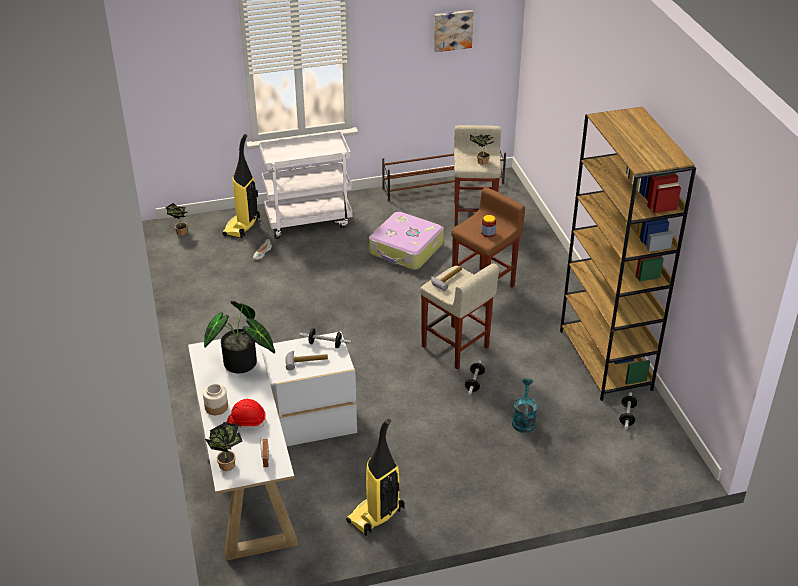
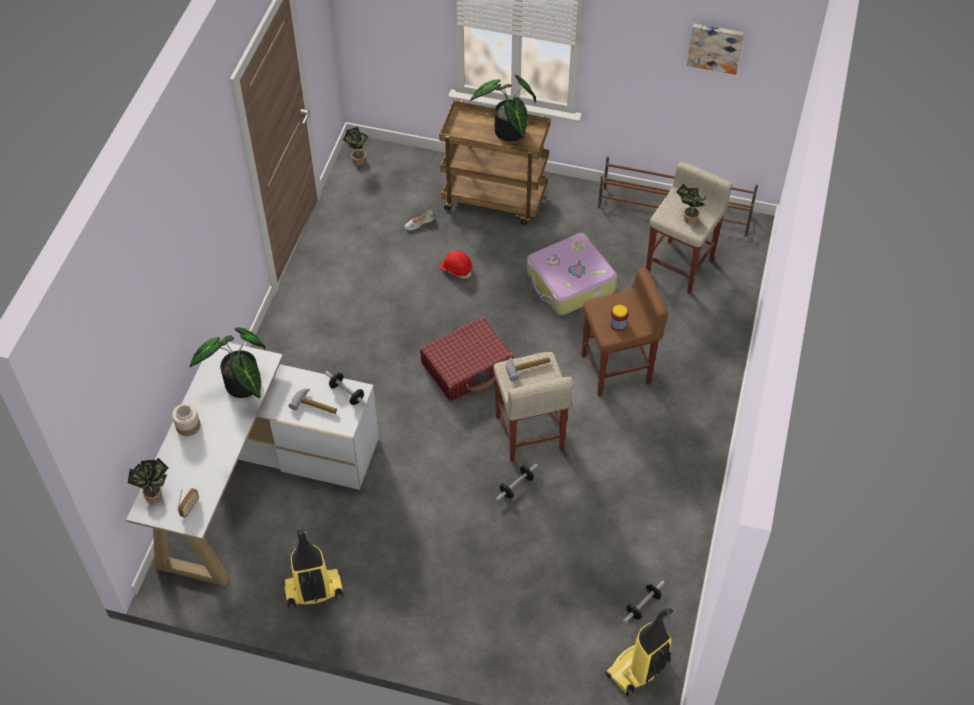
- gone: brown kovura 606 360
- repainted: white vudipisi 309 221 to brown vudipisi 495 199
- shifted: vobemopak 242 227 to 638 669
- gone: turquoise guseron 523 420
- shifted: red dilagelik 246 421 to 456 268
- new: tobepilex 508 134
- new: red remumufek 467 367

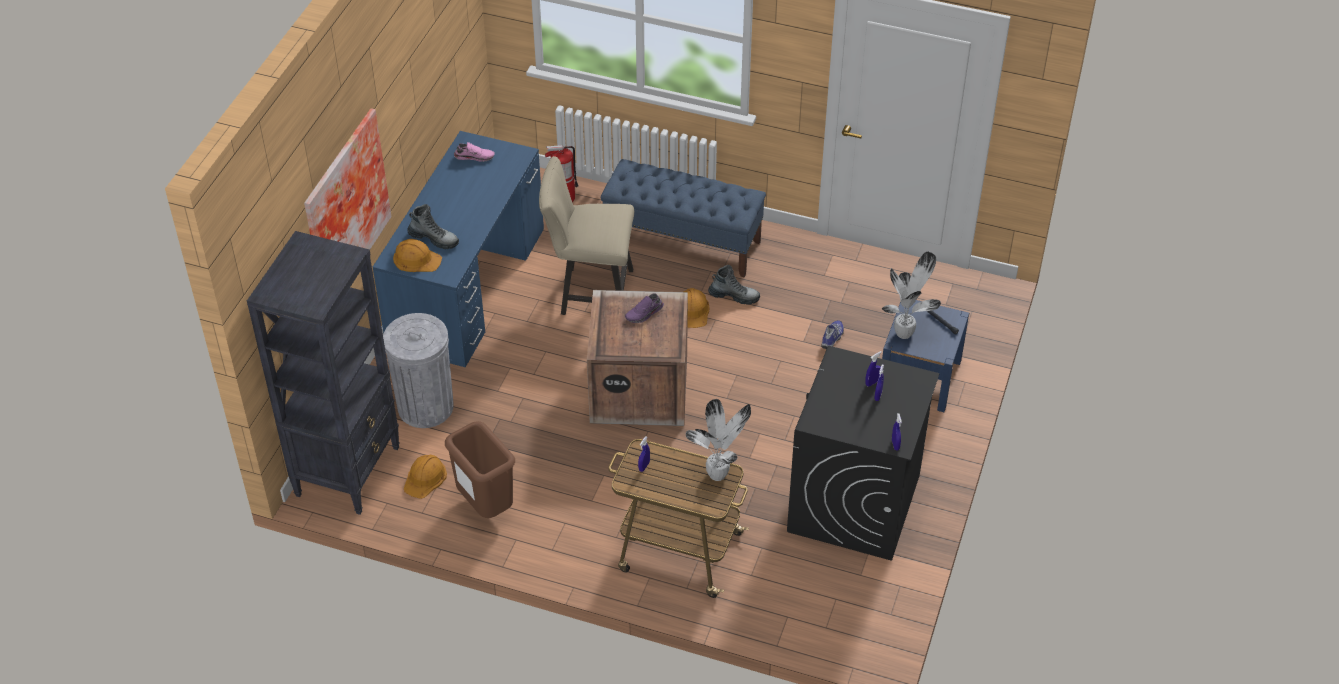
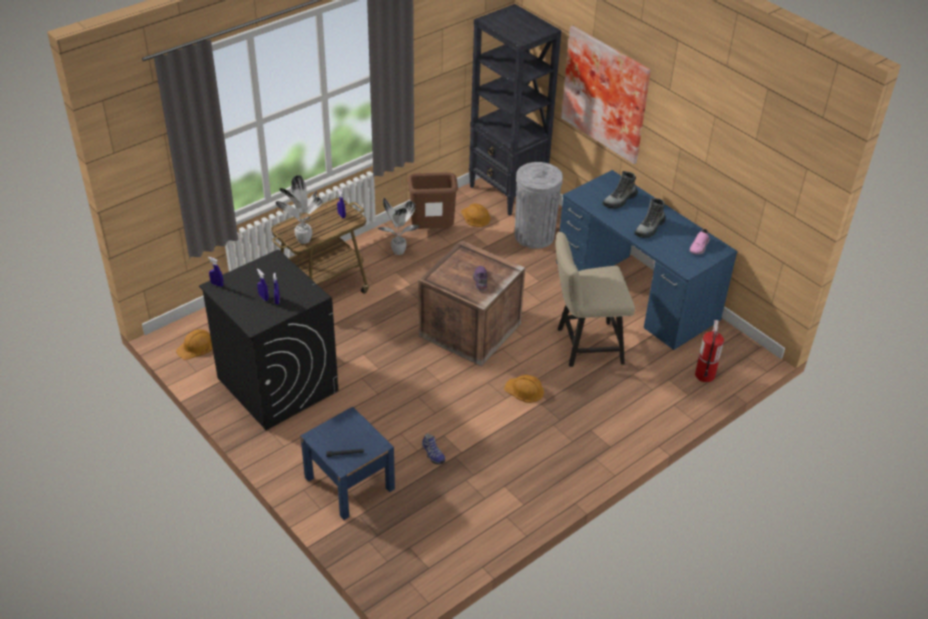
- rotated: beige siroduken 590 293 = 584 345 135 degrees counterclockwise
- gone: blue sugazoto 683 242
- shifted: orange dilagelik 416 259 to 196 347
- shifted: tobepilex 905 333 to 398 252
- shifted: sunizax 734 296 to 649 228

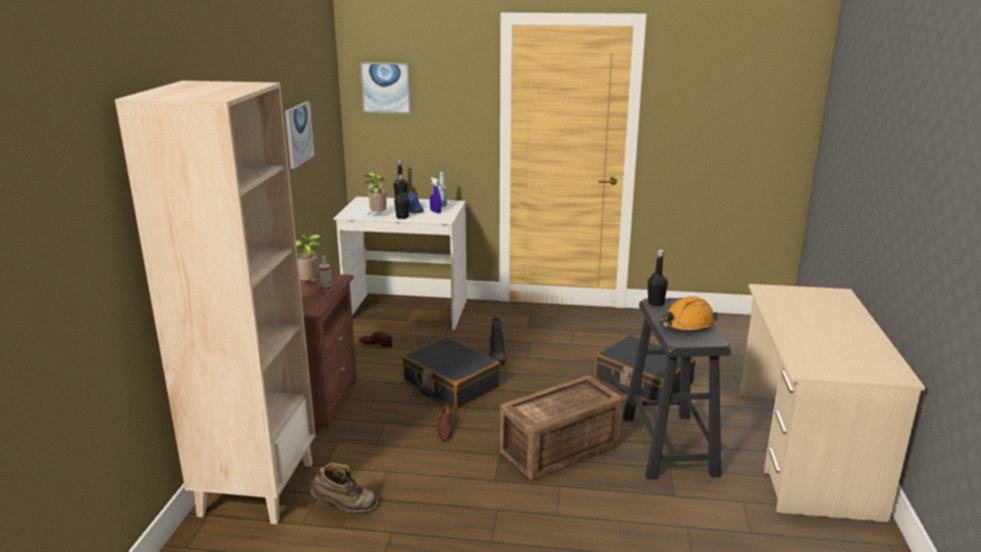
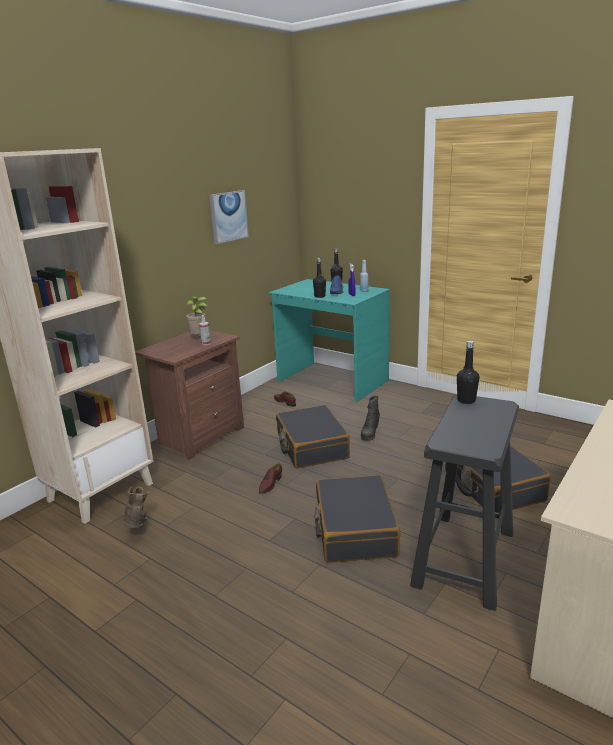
- gone: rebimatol 386 87
- gone: tobepilex 377 215
- repainted: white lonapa 406 312 to turquoise lonapa 331 381
- gone: orange dilagelik 686 325
- swapped: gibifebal 563 449 to black remumufek 354 530
- rotated: brown sunizax 345 509 = 138 527 135 degrees counterclockwise

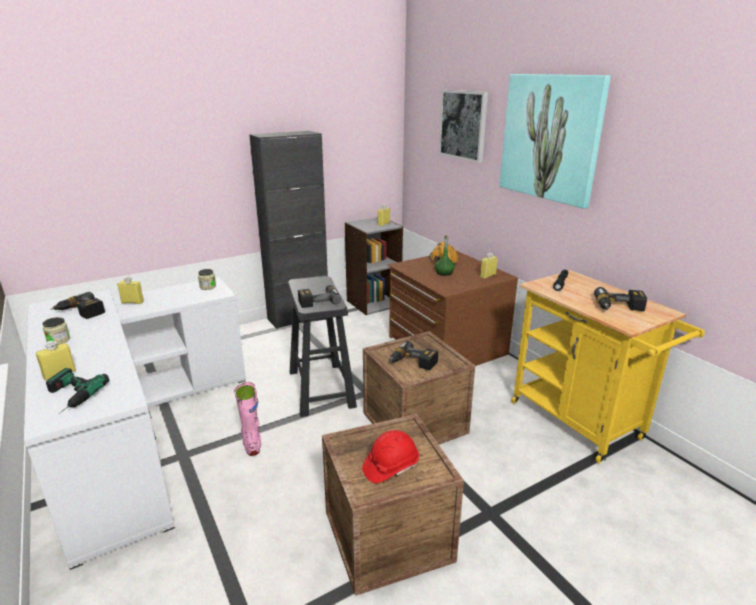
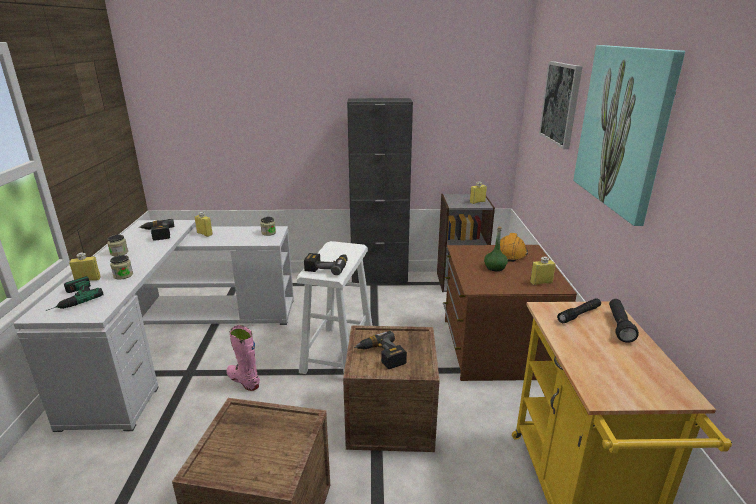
- repainted: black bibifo 321 389 to white bibifo 338 353
- gone: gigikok 619 308
- rotated: pink sunizax 251 441 = 243 381 60 degrees counterclockwise
- gone: red dilagelik 390 467
- new: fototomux 123 275
- new: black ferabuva 619 326

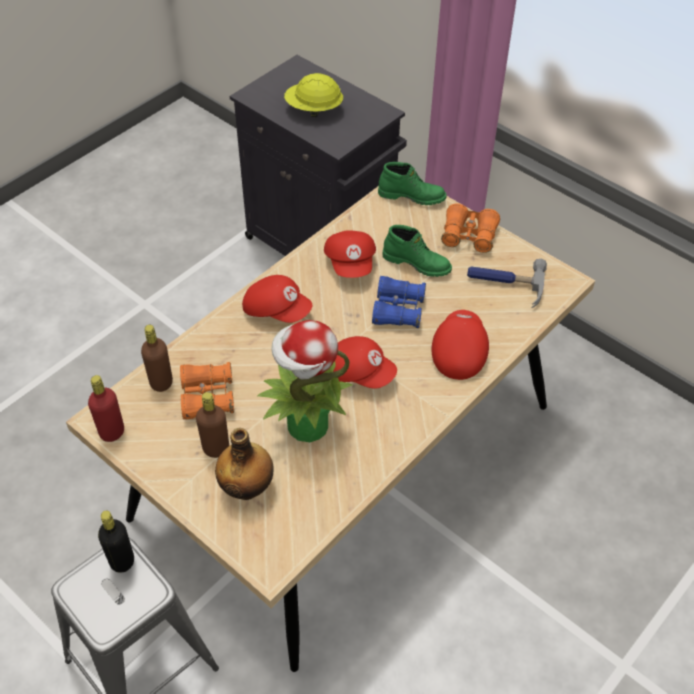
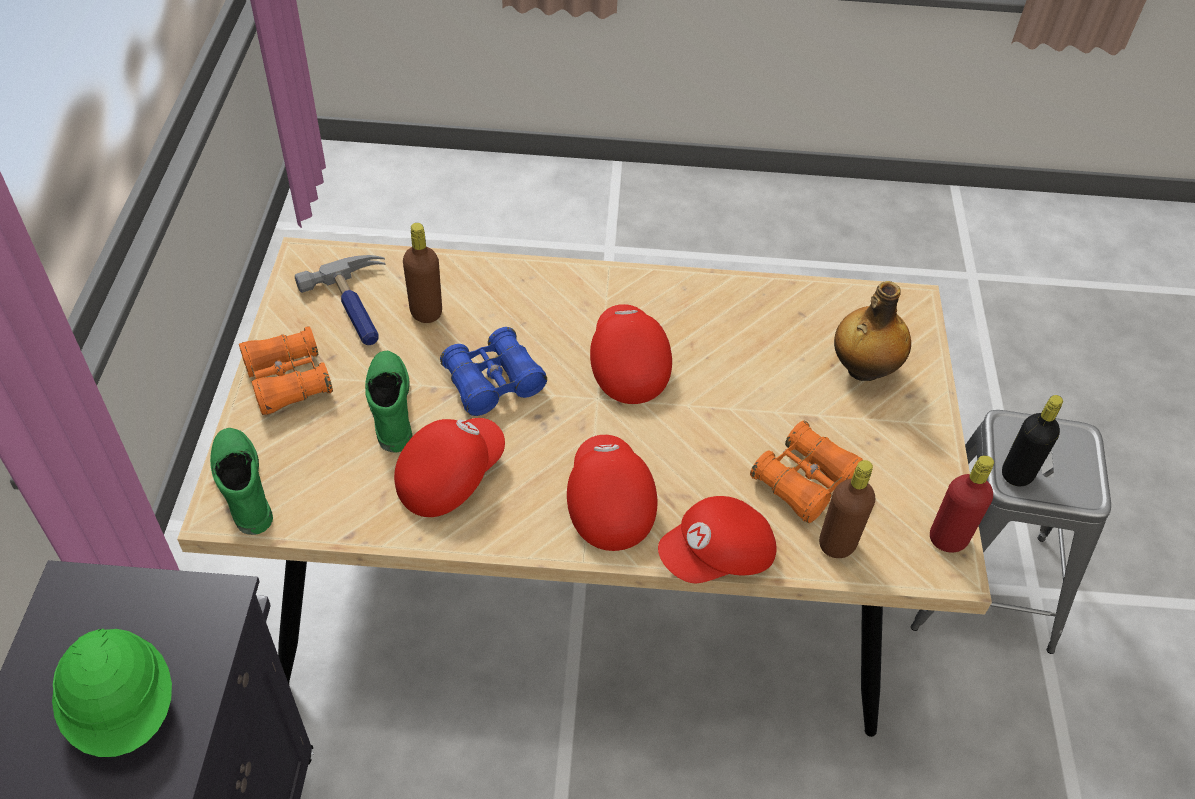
- repainted: yellow dilagelik 314 109 to green dilagelik 123 708
- shifted: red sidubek 458 352 to 717 557
- gone: tobepilex 306 426
- shifted: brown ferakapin 216 448 to 426 312

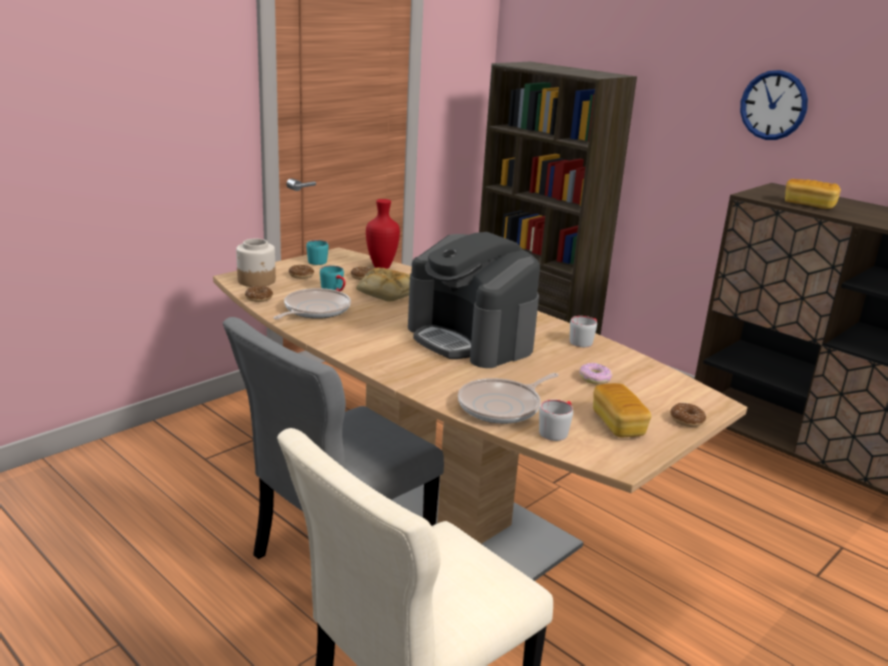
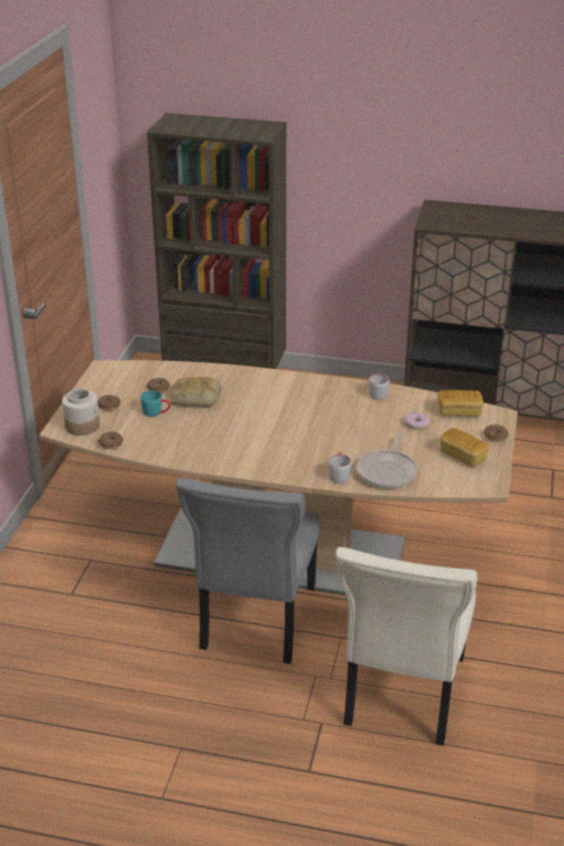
- gone: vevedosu 773 105
- shifted: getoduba 809 205 to 458 412
- gone: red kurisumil 380 267
- gone: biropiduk 471 339
- gone: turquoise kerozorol 316 260
- gone: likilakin 314 310
- shifted: grey kerozorol 556 430 to 339 474

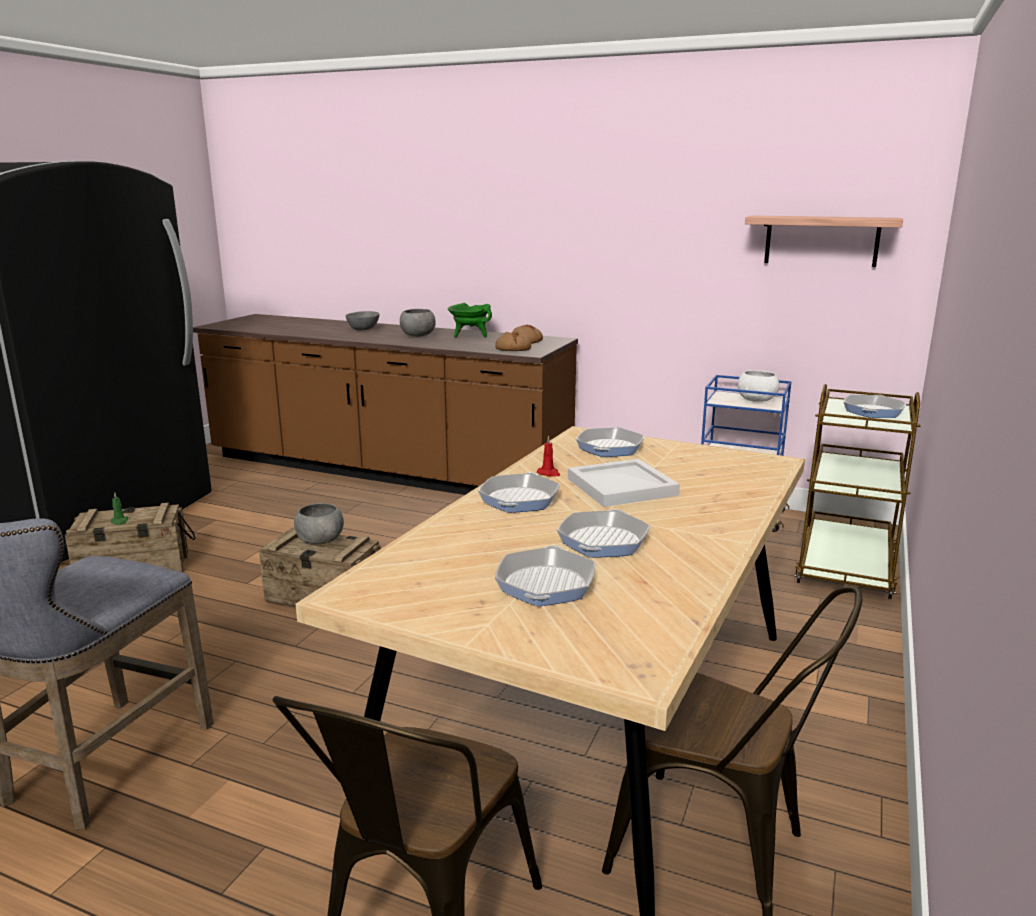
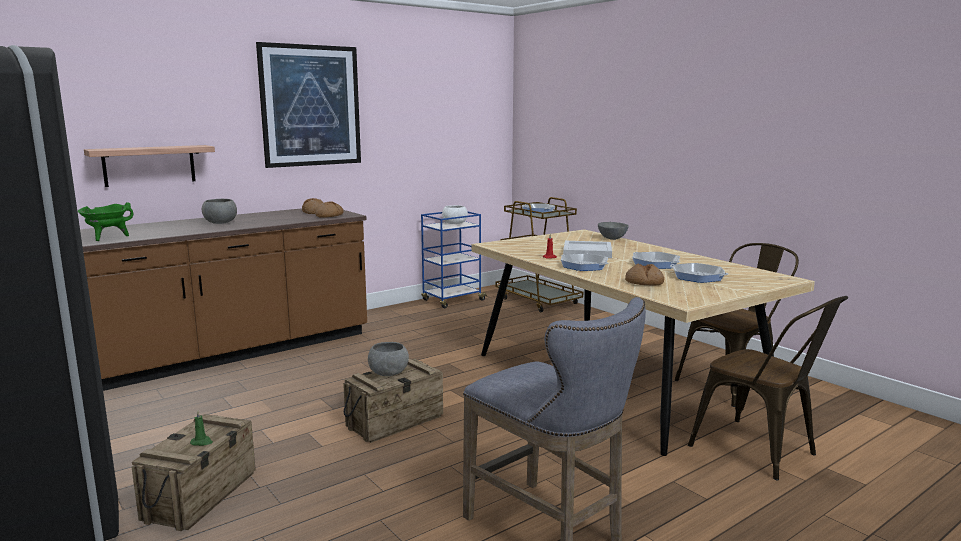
- shifted: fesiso 821 240 to 149 165
- shifted: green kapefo 470 336 to 107 238
- shifted: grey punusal 364 329 to 612 238
- gone: likilakin 610 448
- new: rebimatol 311 106
- new: getoduba 644 282

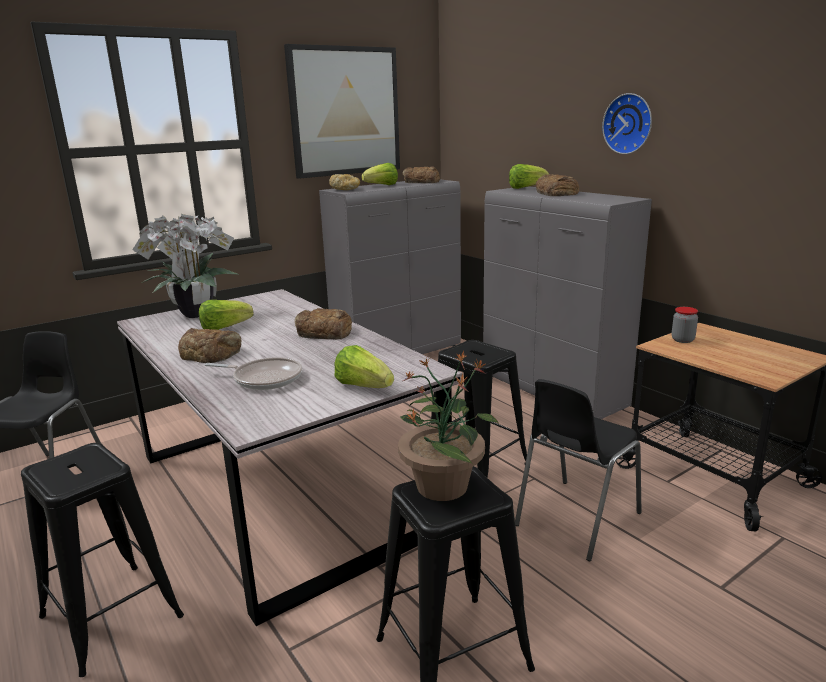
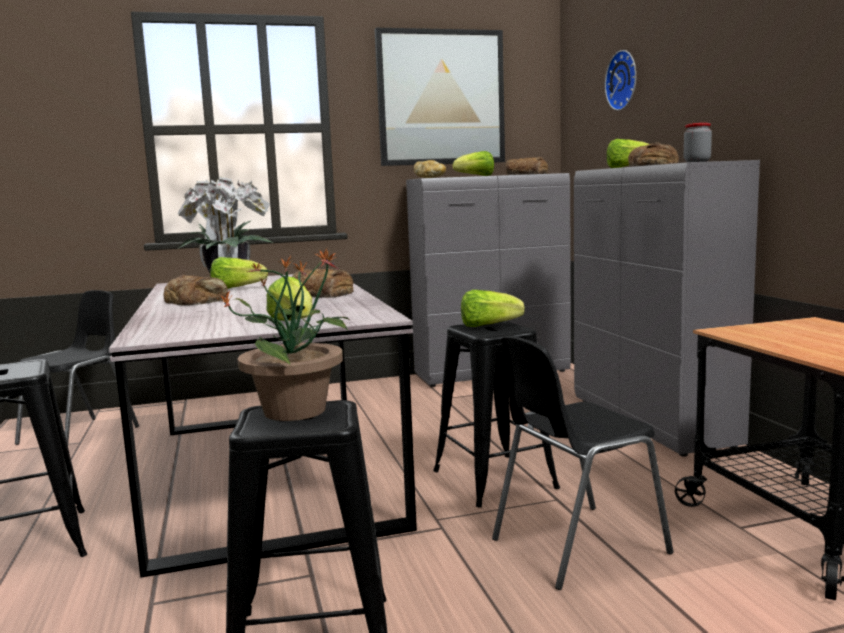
- shifted: vevedosu 629 124 to 624 80
- shifted: fototomux 682 340 to 697 162
- gone: likilakin 264 378
- new: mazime 488 326

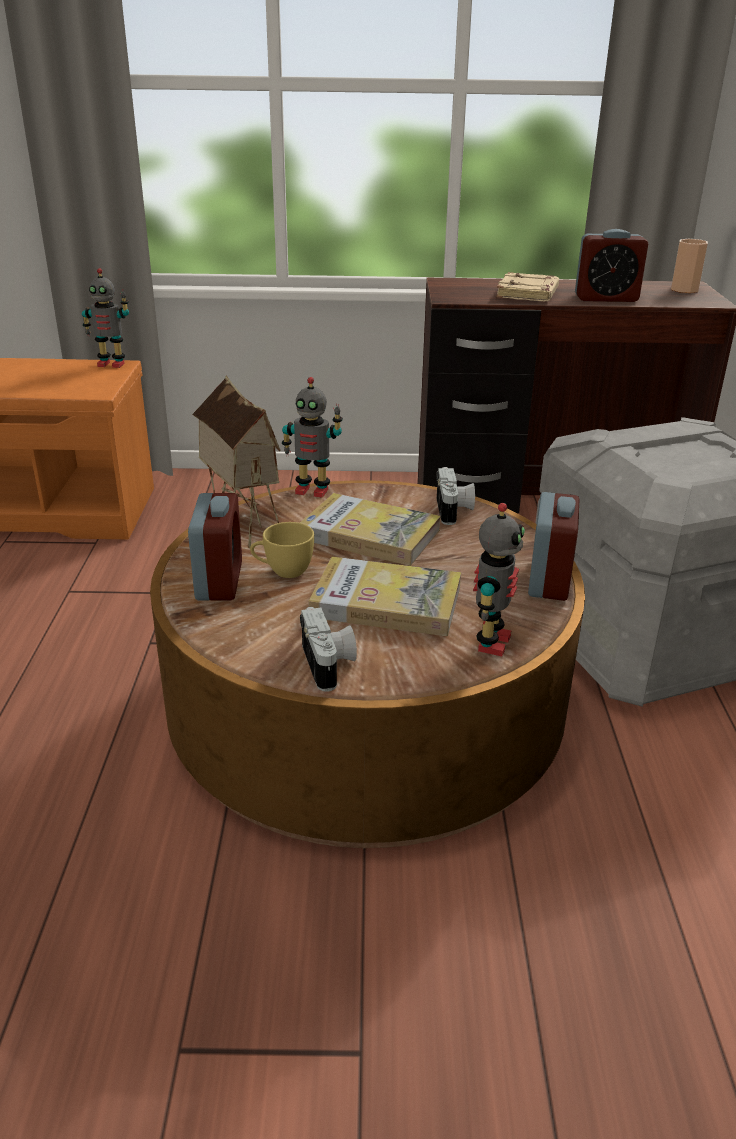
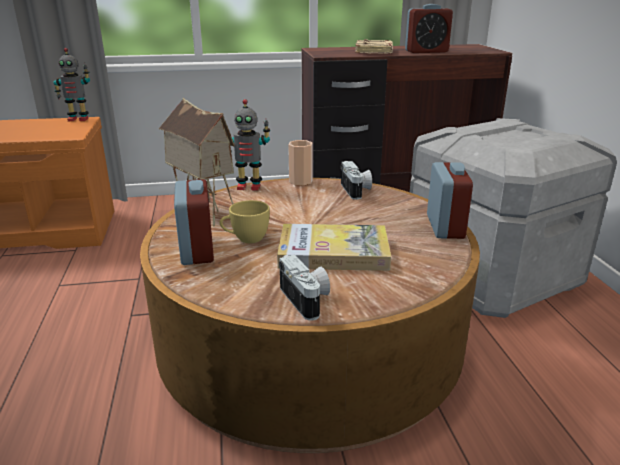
- shifted: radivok 684 289 to 300 181
- gone: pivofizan 369 534
- gone: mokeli 490 642

